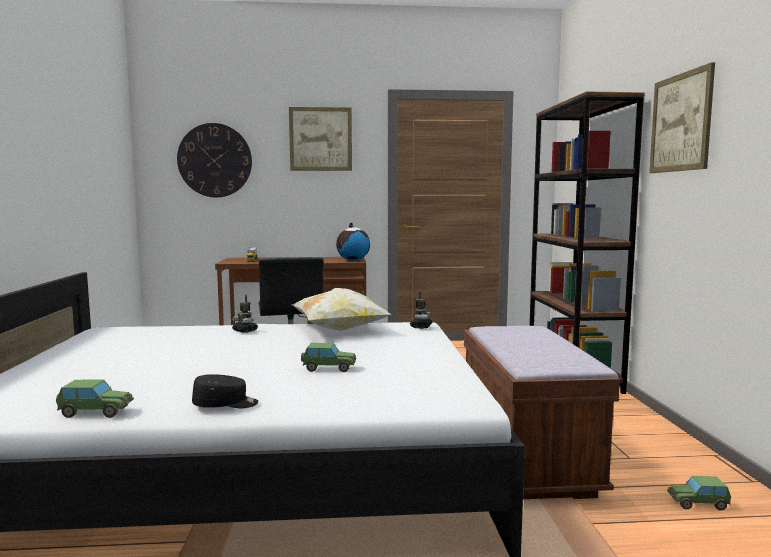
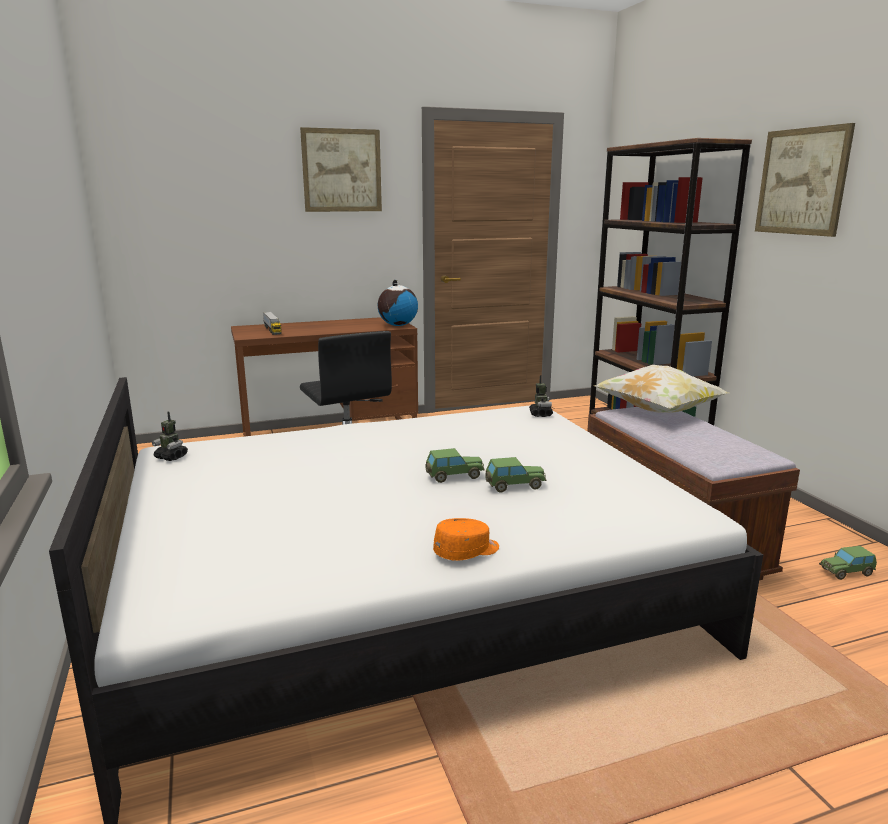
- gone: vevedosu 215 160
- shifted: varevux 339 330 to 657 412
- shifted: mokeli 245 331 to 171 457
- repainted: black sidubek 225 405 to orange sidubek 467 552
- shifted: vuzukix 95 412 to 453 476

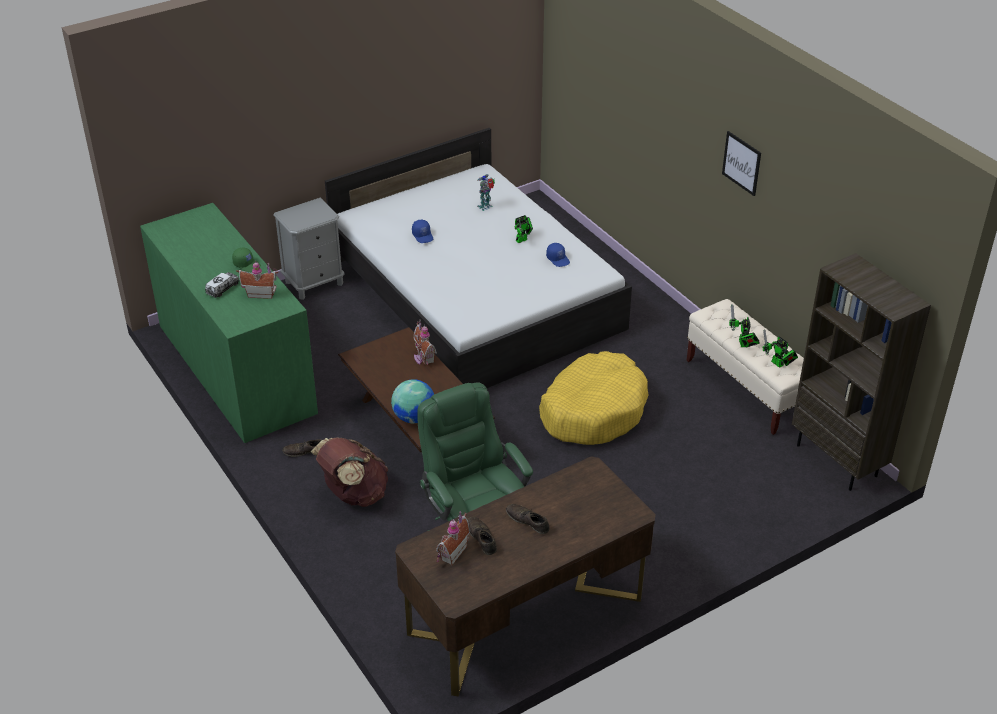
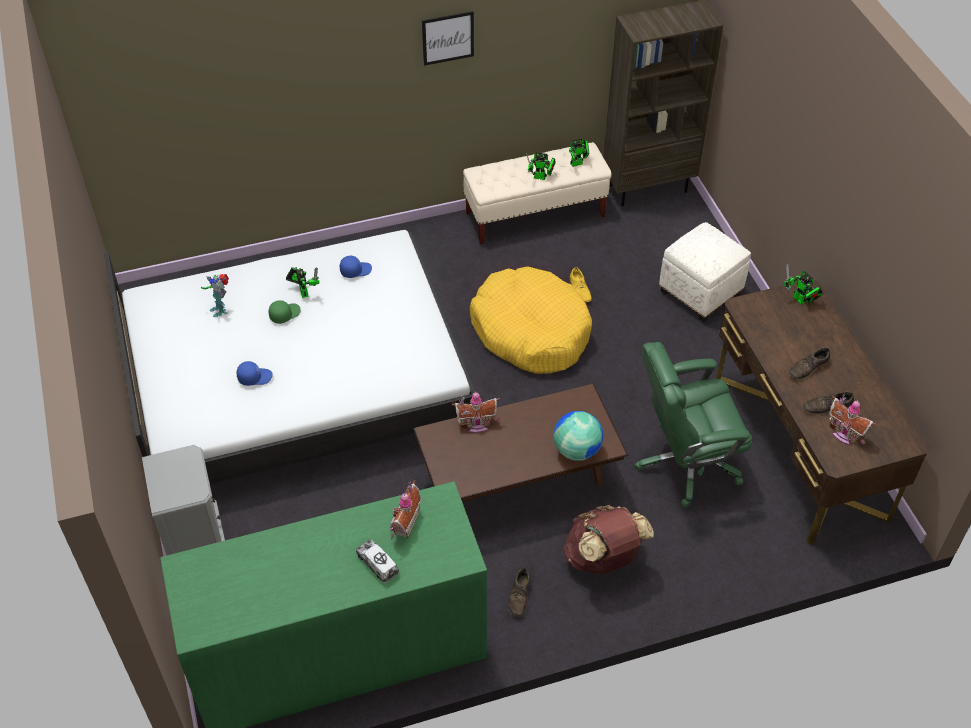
- shifted: green sidubek 247 264 to 284 314
- new: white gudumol 701 293
- new: mokeli 801 300
- new: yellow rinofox 580 290

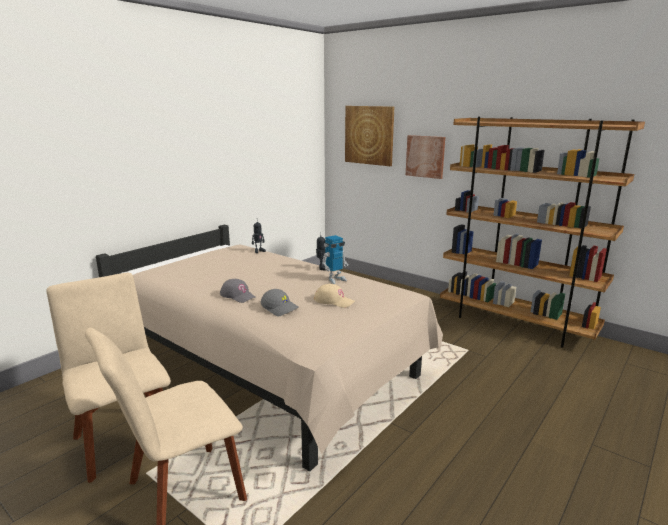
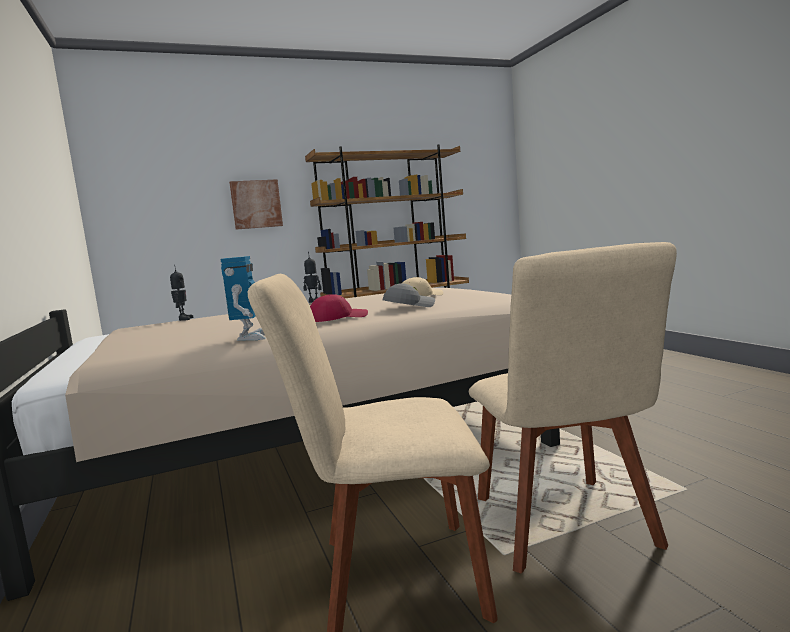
- gone: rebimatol 369 135
- shifted: mokeli 335 279 to 250 338
- repainted: grey sidubek 238 295 to red sidubek 337 318

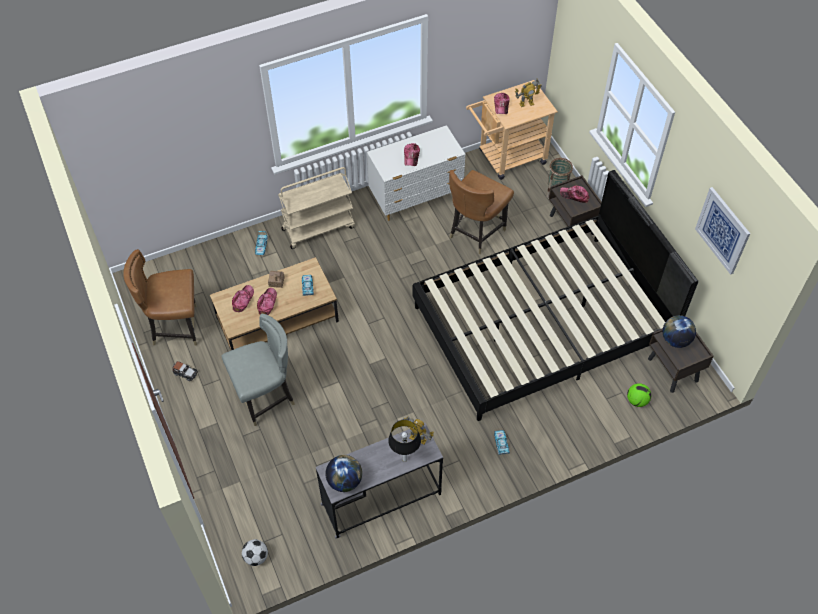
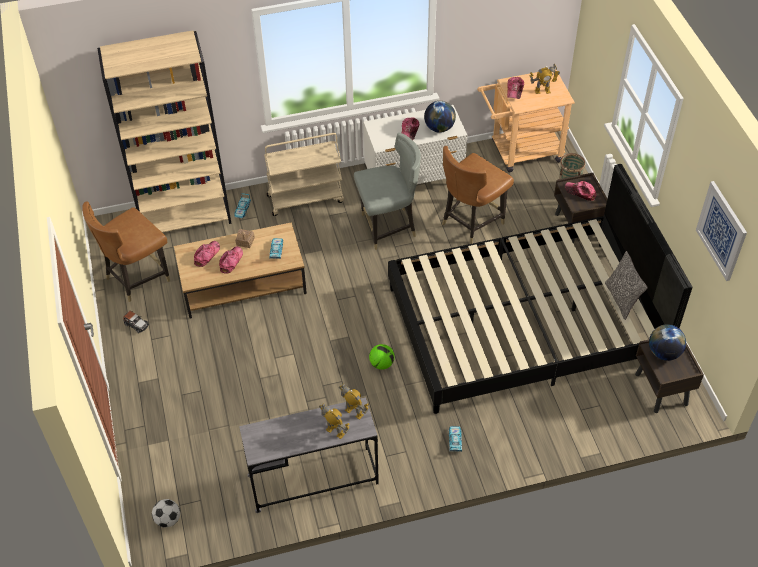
- rotated: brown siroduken 175 326 = 137 278 45 degrees counterclockwise
- shifted: grey siroduken 266 397 to 388 227
- shifted: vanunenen 637 401 to 382 364
- swapped: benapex 404 459 to mokeli 335 431
- shifted: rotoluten 345 481 to 439 128
- new: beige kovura 185 216
- new: varevux 621 299

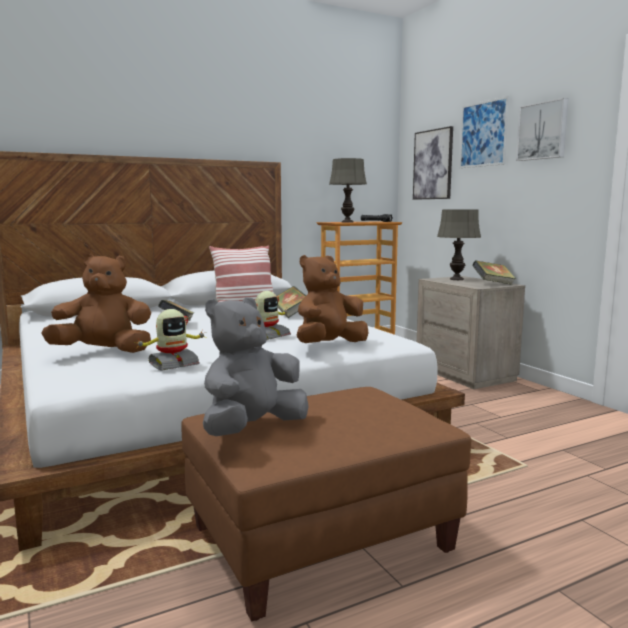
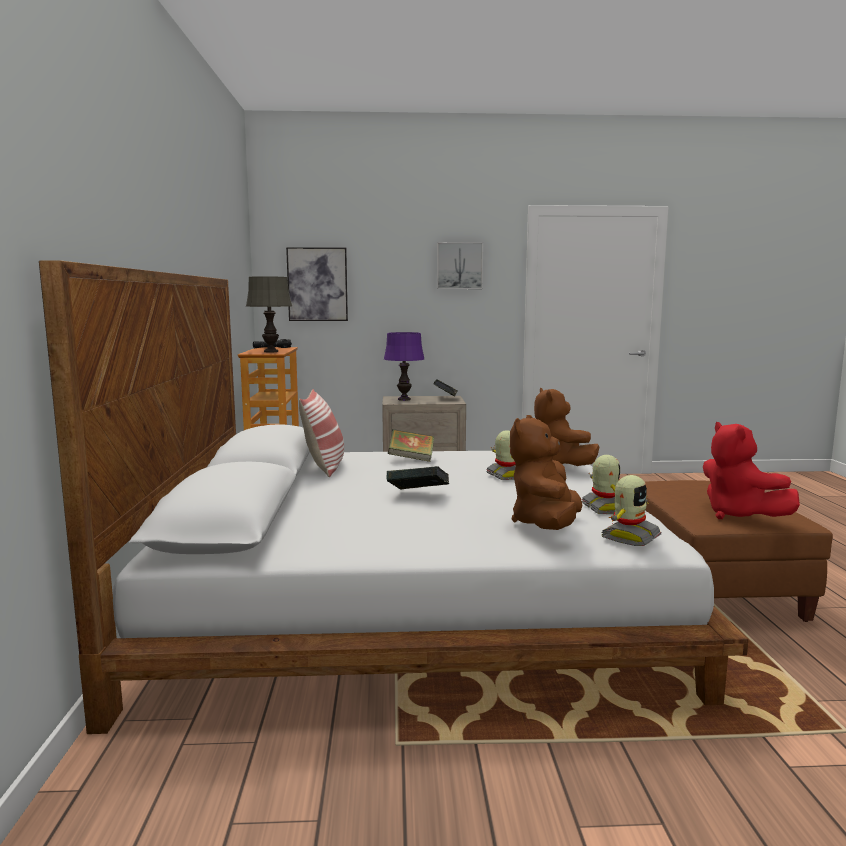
- gone: rebimatol 483 134
- repainted: grey benapex 457 279 to purple benapex 404 399
- repainted: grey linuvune 252 429 to red linuvune 738 515
- new: mokeli 629 537

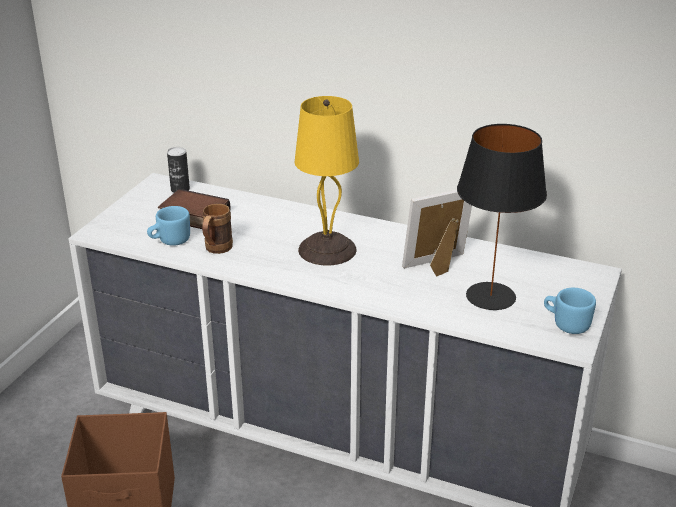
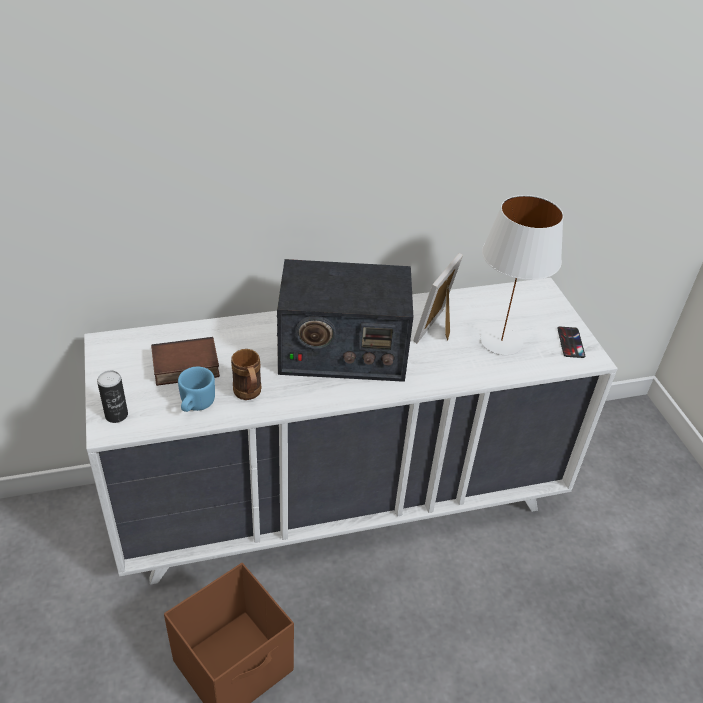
- swapped: yellow benapex 328 249 to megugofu 341 351
- repainted: black benapex 491 296 to white benapex 501 340
- shifted: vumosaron 180 189 to 116 415
- swapped: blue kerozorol 566 324 to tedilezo 570 342

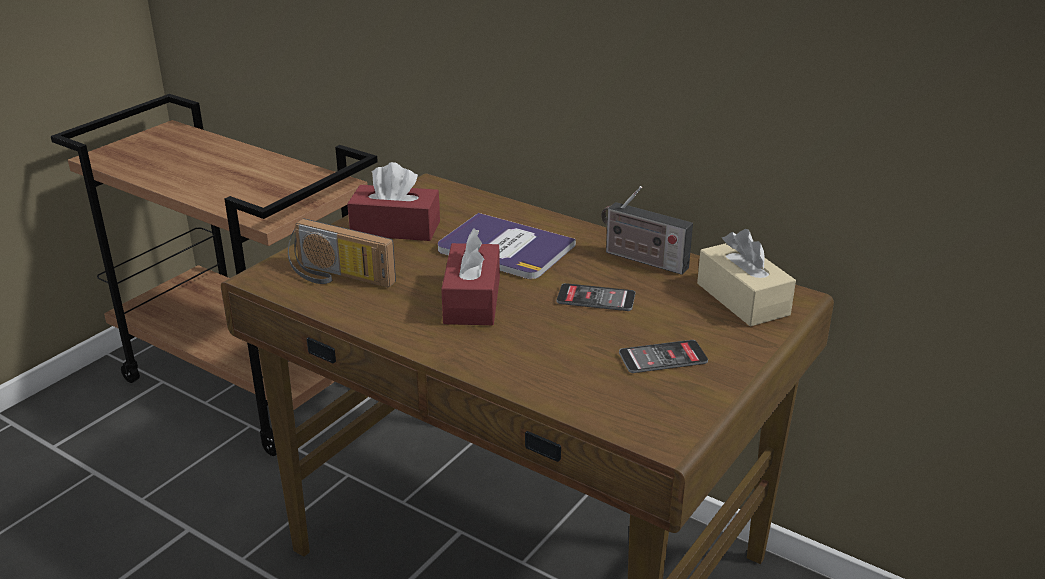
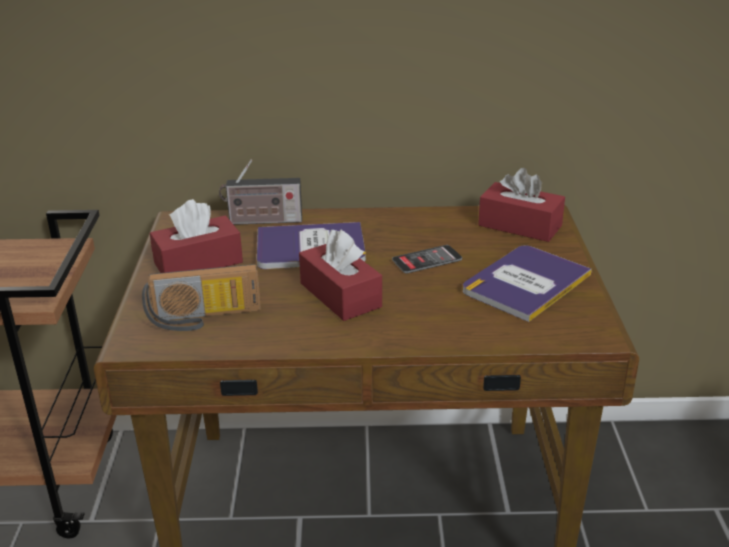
- shifted: megugofu 642 260 to 262 221
- repainted: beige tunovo 742 299 to red tunovo 520 225
- swapped: tedilezo 663 358 to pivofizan 525 283

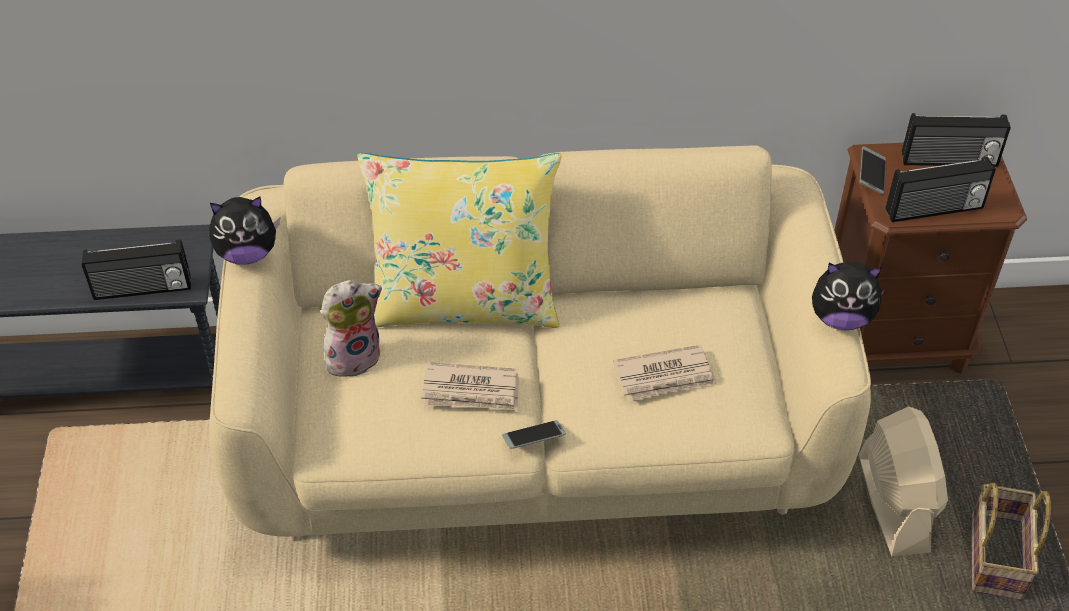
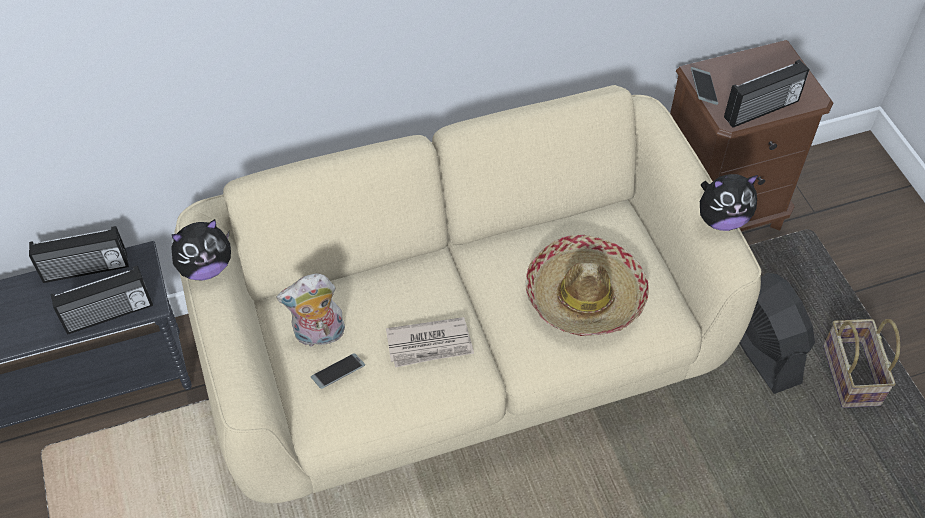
- shifted: megugofu 949 161 to 86 270
- gone: yellow varevux 464 302
- rotated: linuvune 354 356 = 318 336 150 degrees counterclockwise
- swapped: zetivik 665 376 to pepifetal 585 296
- repainted: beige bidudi 893 503 to black bidudi 761 349
- shifted: tedilezo 533 438 to 338 374

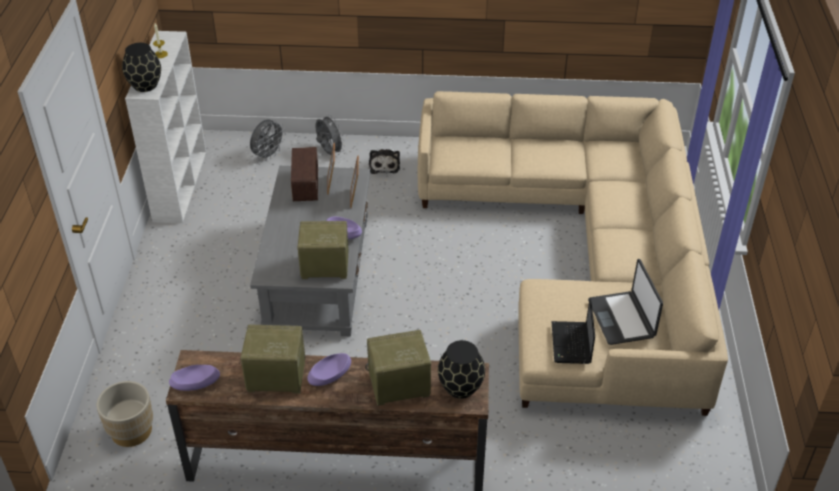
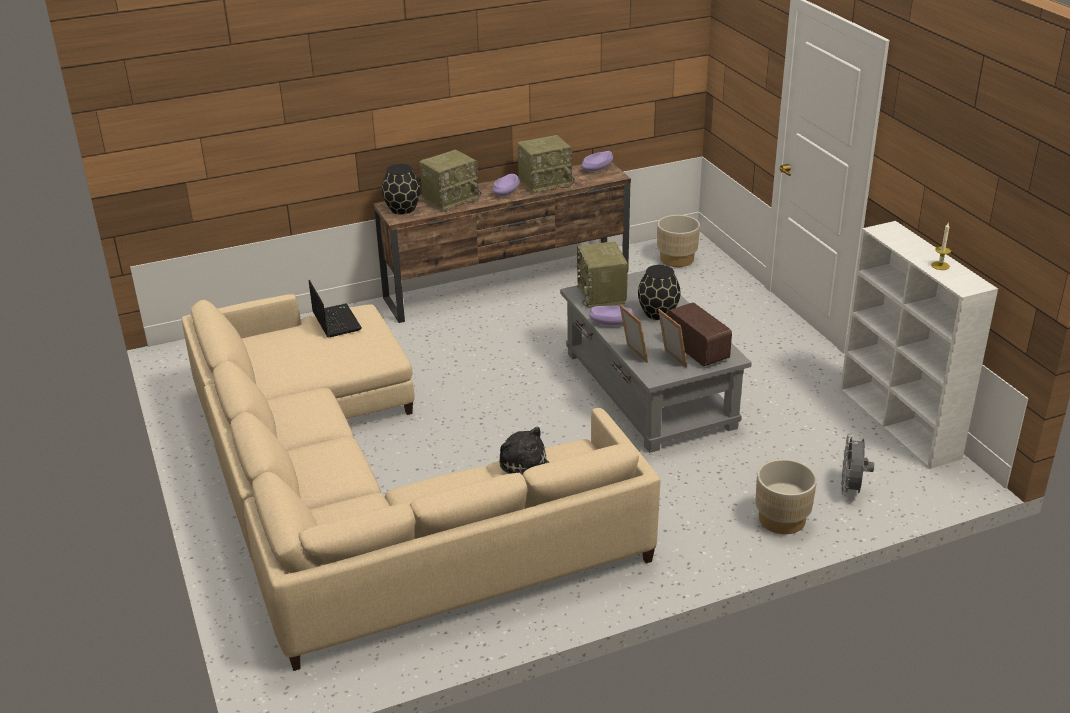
- shifted: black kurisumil 145 85 to 658 313
- swapped: grey bidudi 329 152 to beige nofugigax 782 519
- shifted: linuvune 384 165 to 526 467
- rotated: megugofu 323 267 = 602 295 105 degrees clockwise
- gone: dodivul 622 319

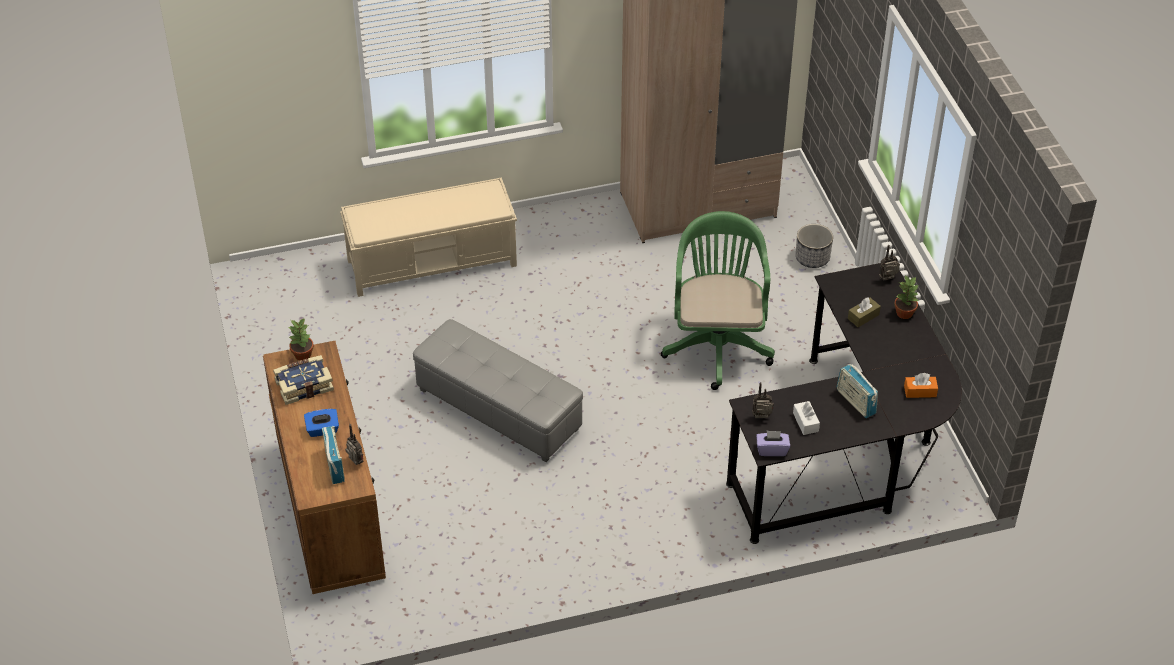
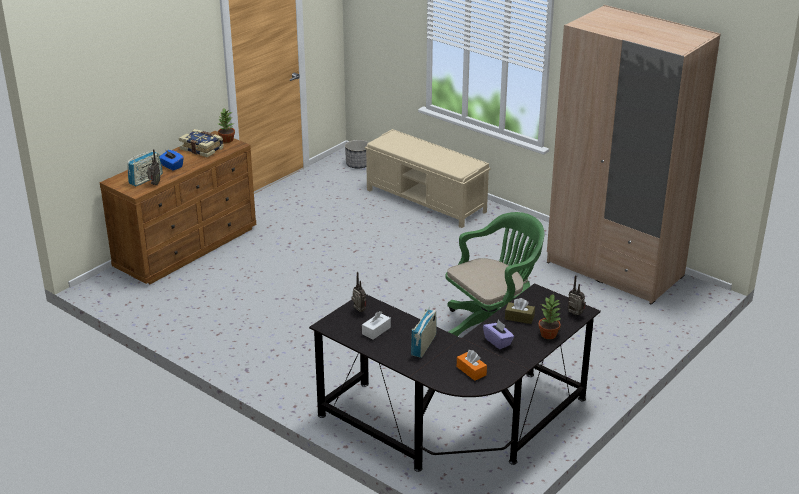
- shifted: nofugigax 812 258 to 358 164
- gone: grey gudumol 497 410
- shifted: purple tunovo 772 450 to 498 341

